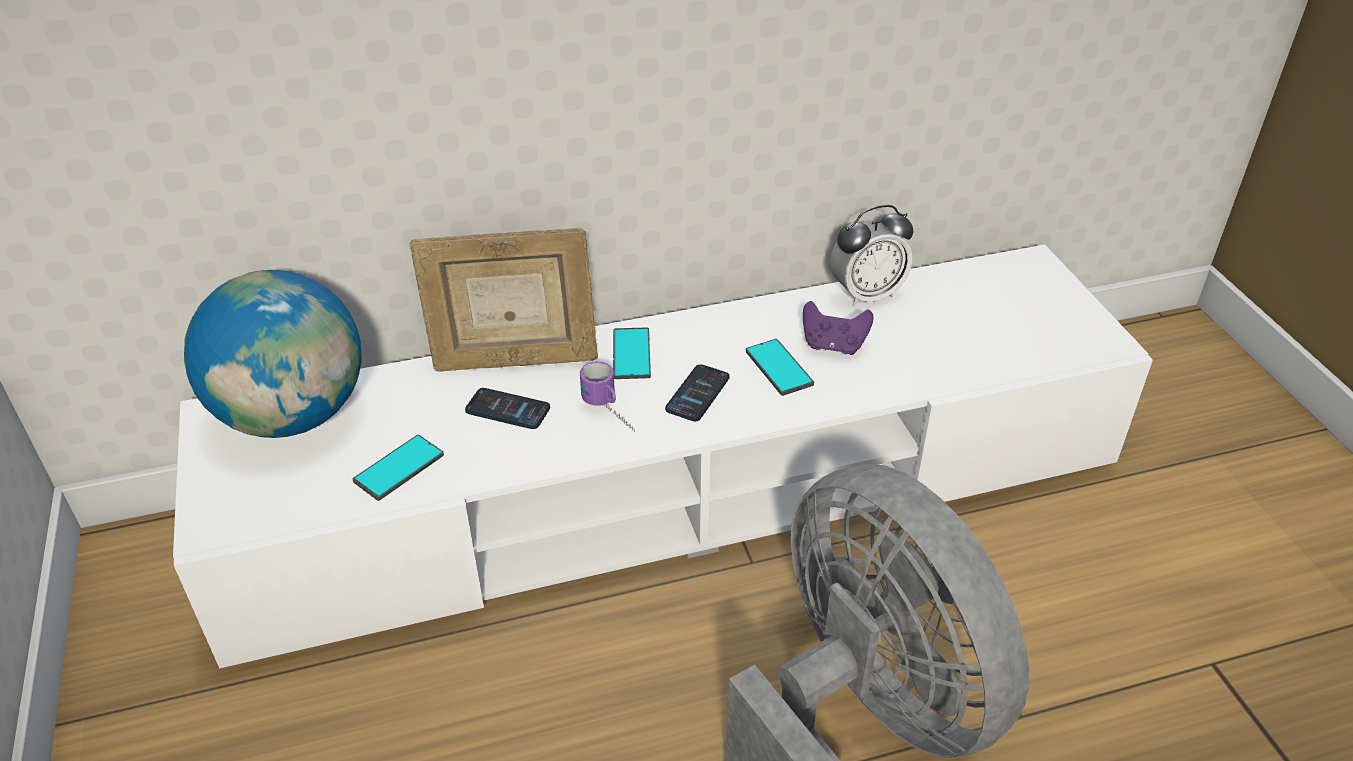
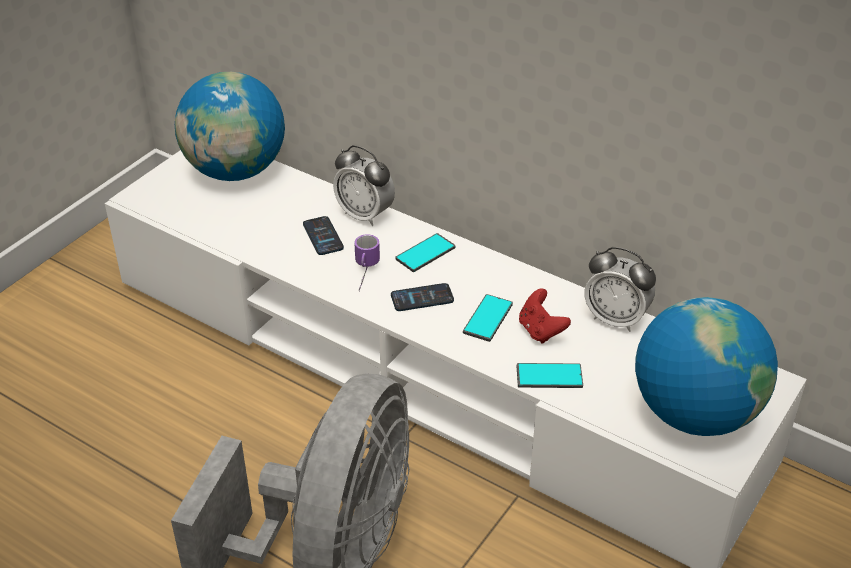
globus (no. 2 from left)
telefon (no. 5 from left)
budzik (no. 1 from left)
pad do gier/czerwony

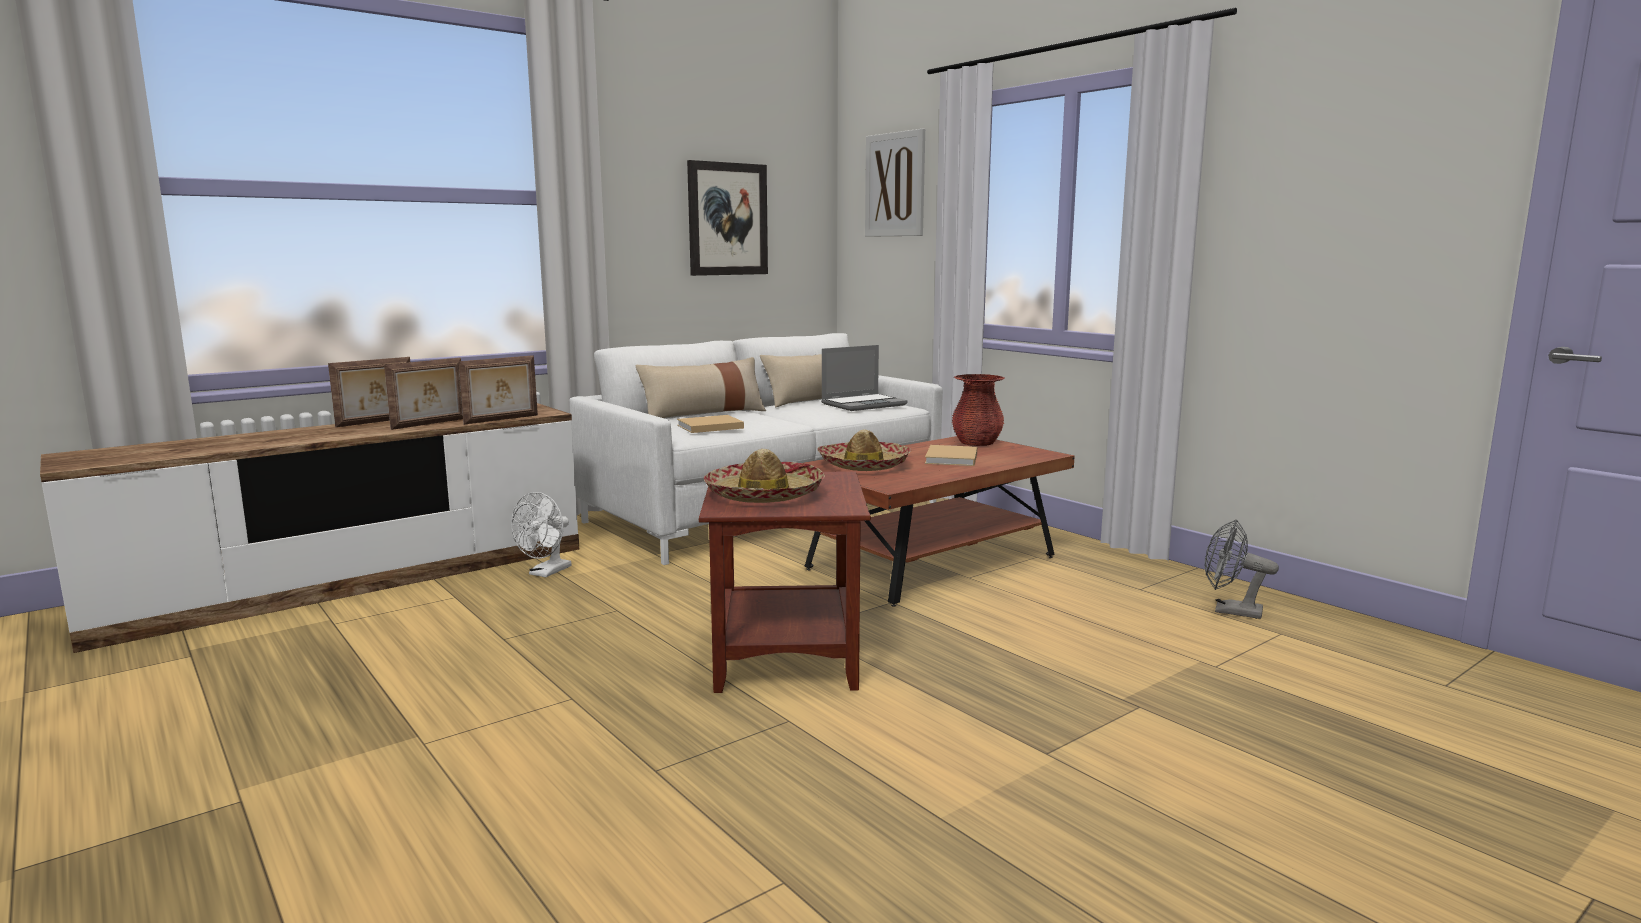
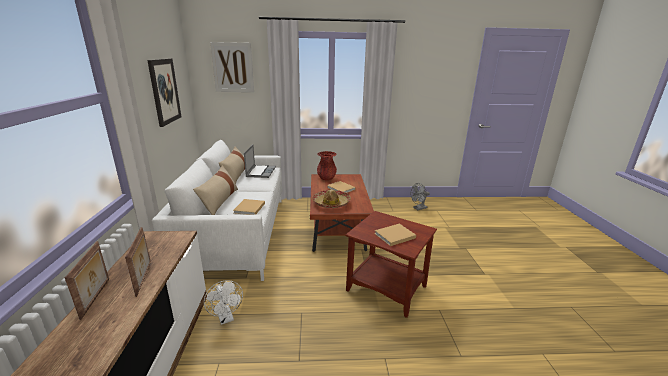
ramka na zdjęcie (no. 3 from left in the first image)
książka/beżowy (no. 3 from left)

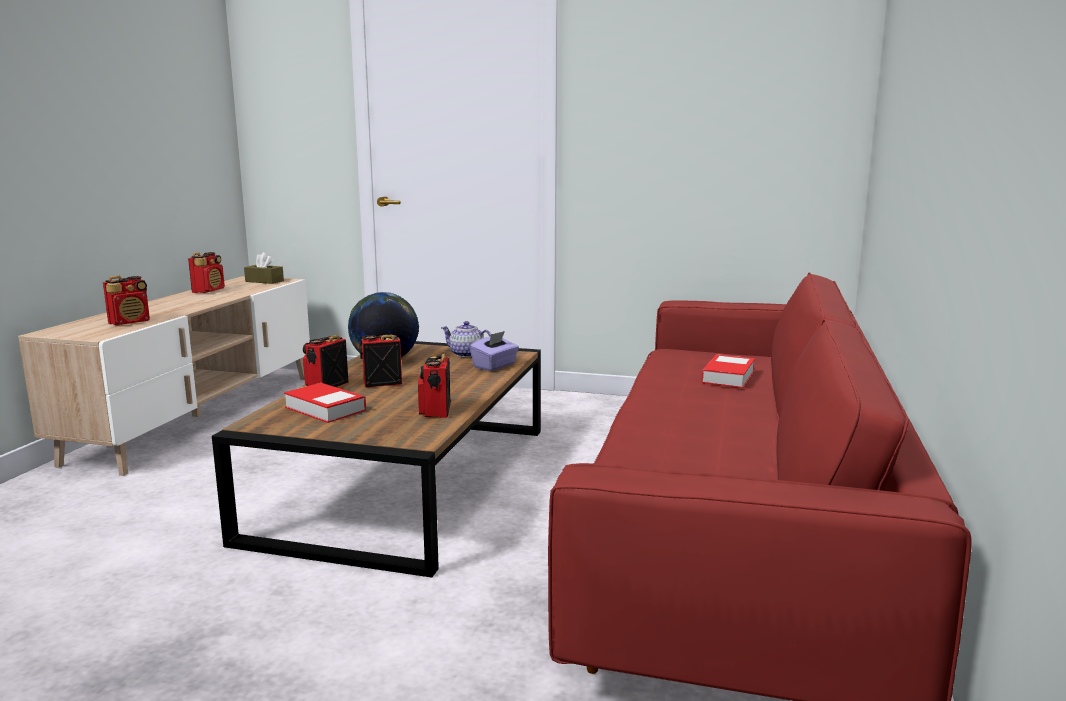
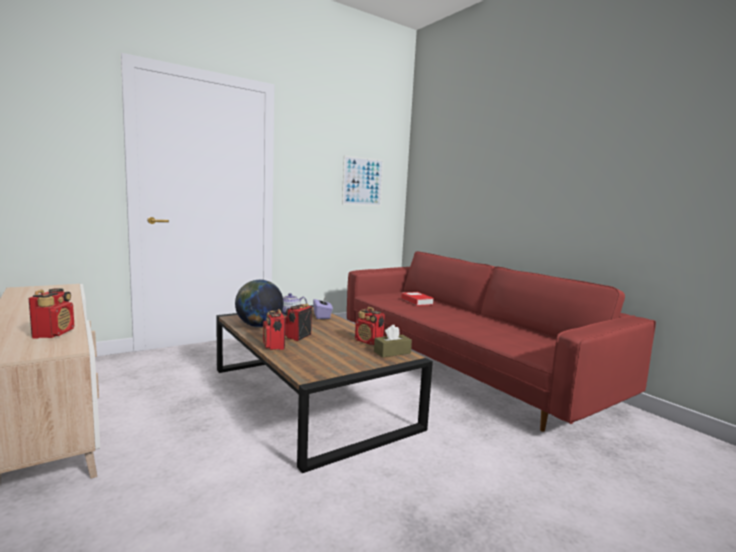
radio (no. 2 from left in the first image)
książka (no. 1 from left in the first image)
obraz
pudełko chusteczek/brązowy

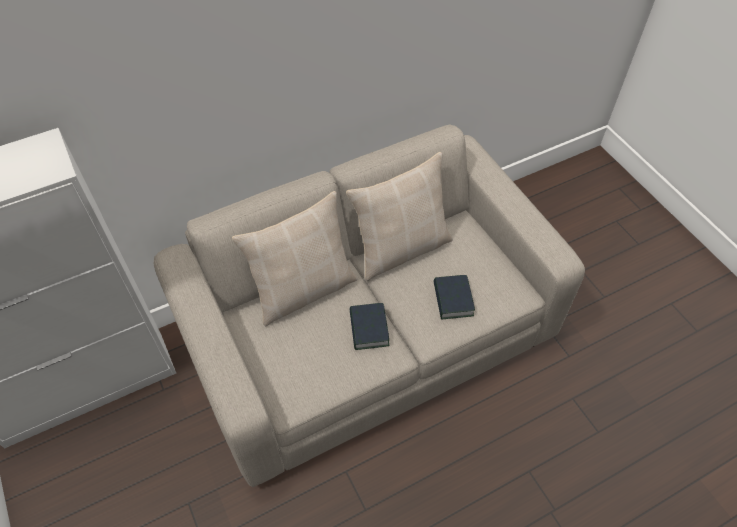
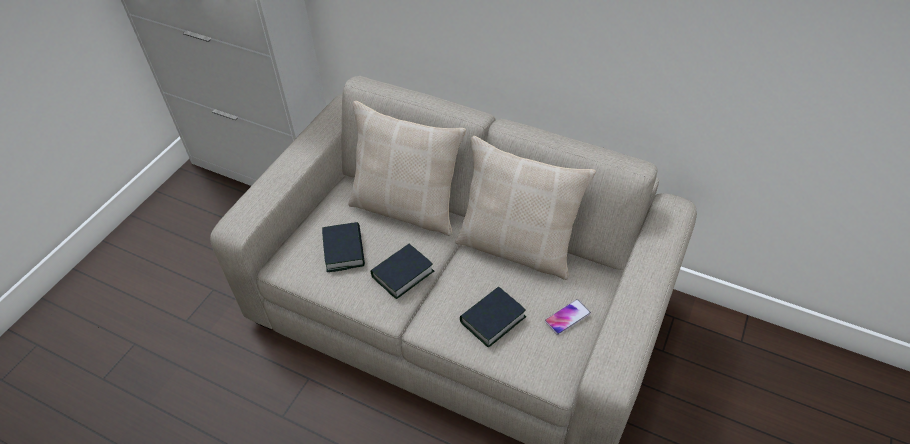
książka (no. 1 from left)
telefon

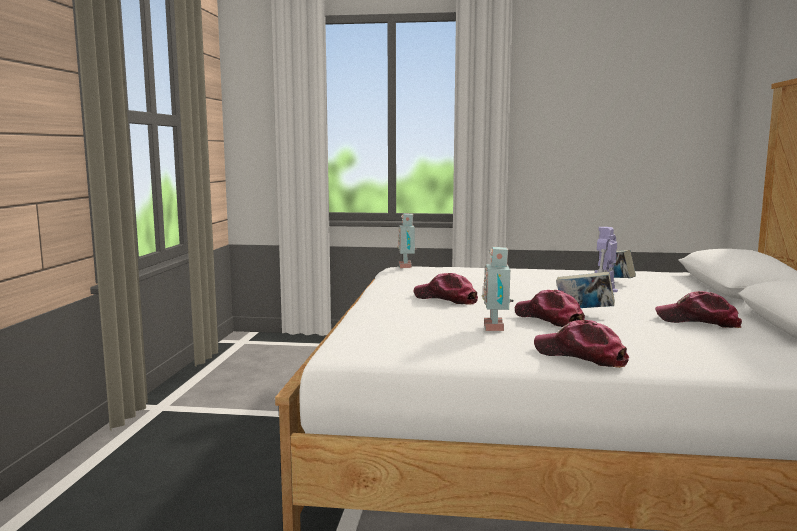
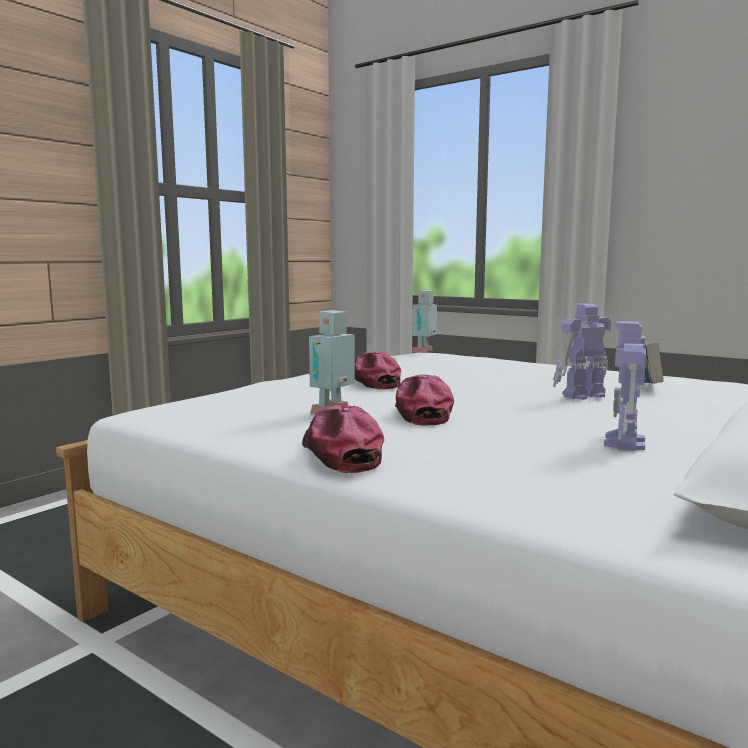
książka (no. 1 from left in the first image)
robot zabawkowy (no. 4 from left)

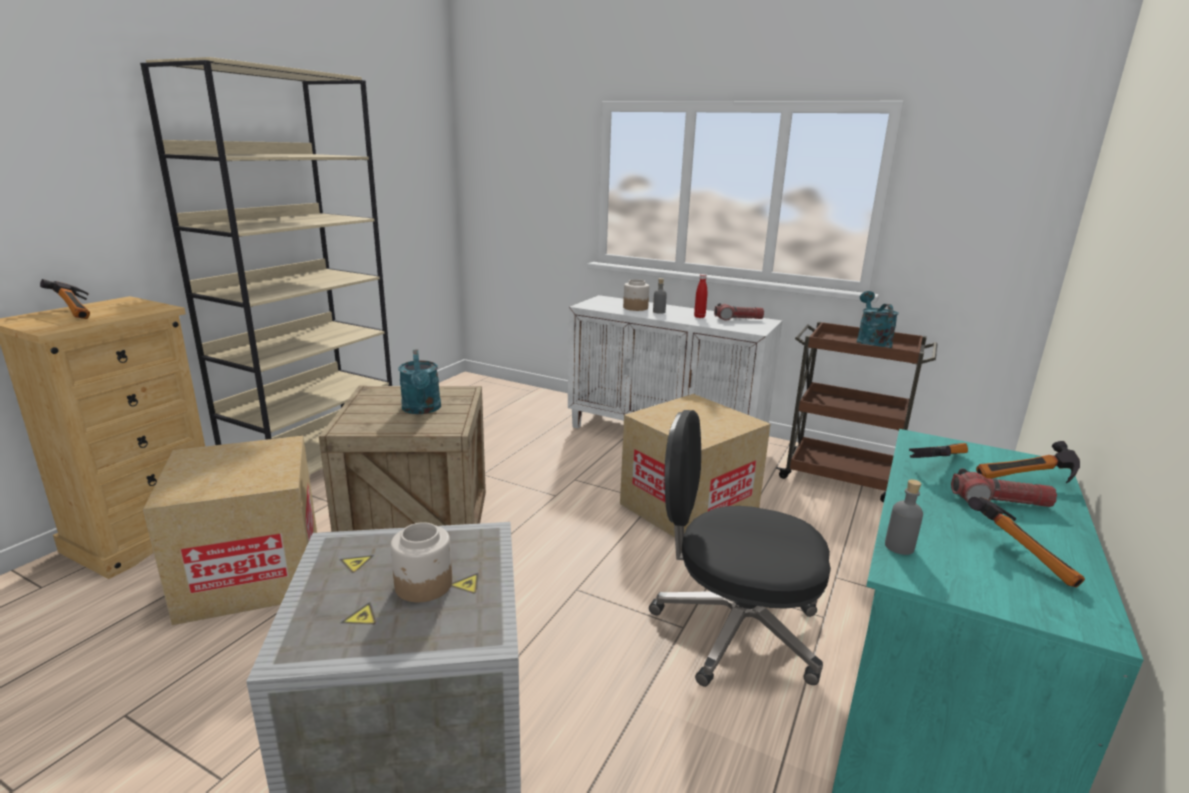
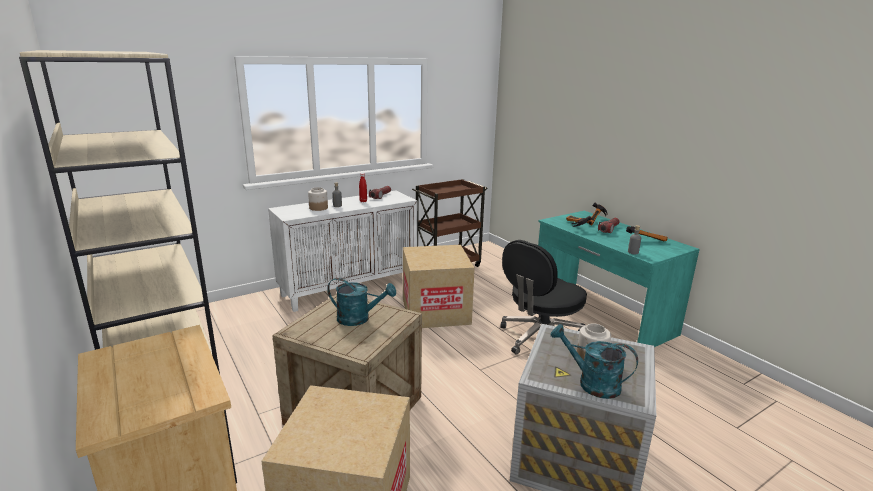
młotek (no. 1 from left in the first image)
konewka/turkusowy (no. 2 from left)

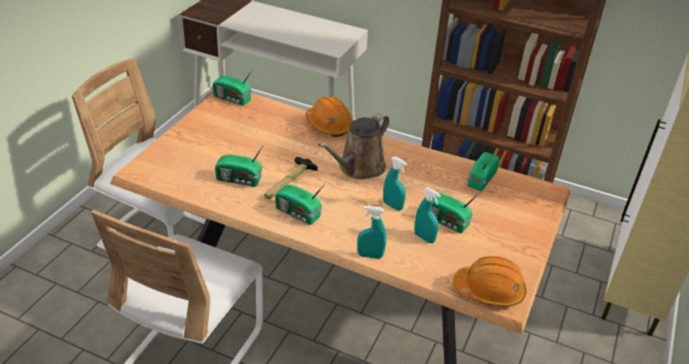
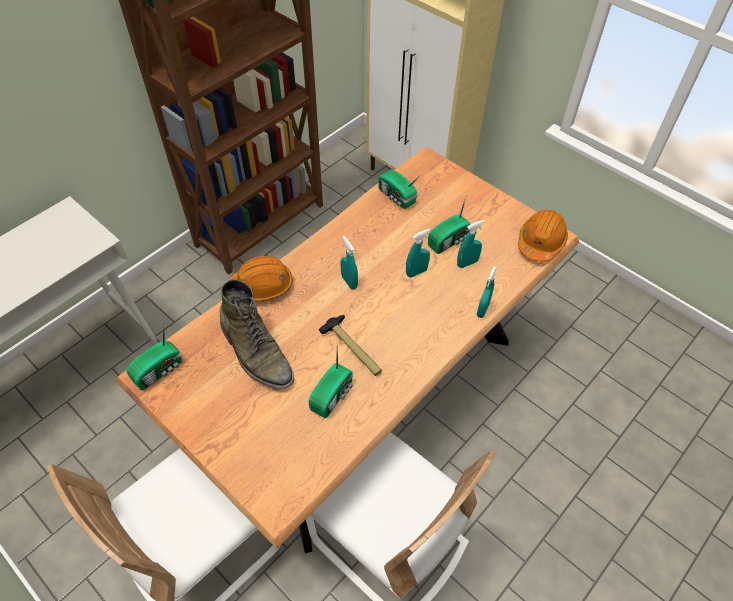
radio (no. 3 from left in the first image)
but z cholewką/zielony
spryskiwacz/turkusowy (no. 1 from left)

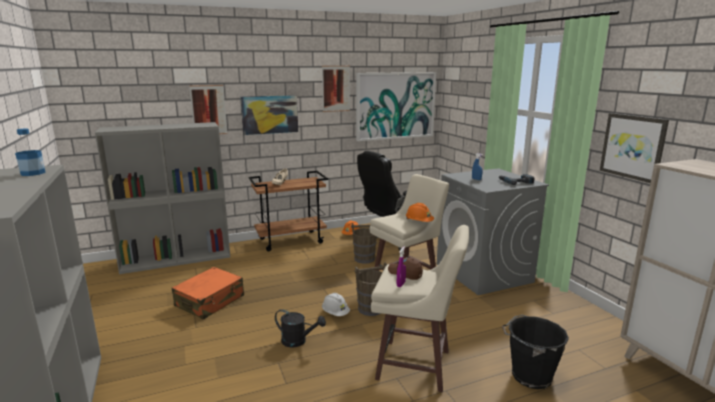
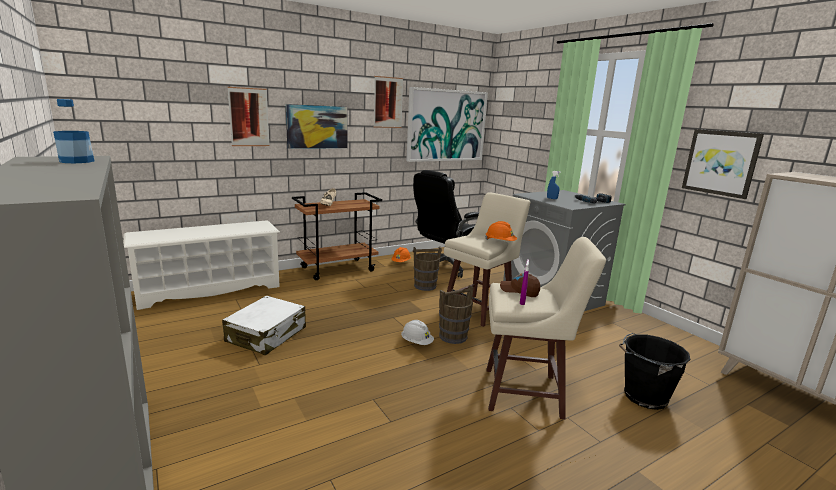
konewka/czarny
regał na buty/biały
walizka/biały

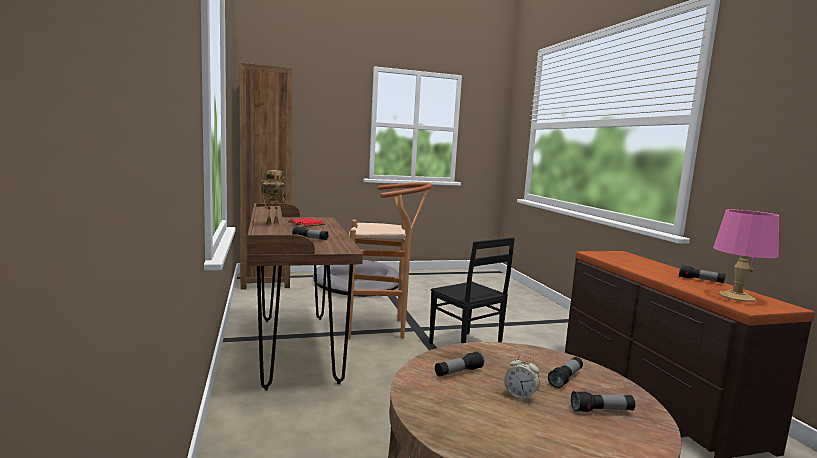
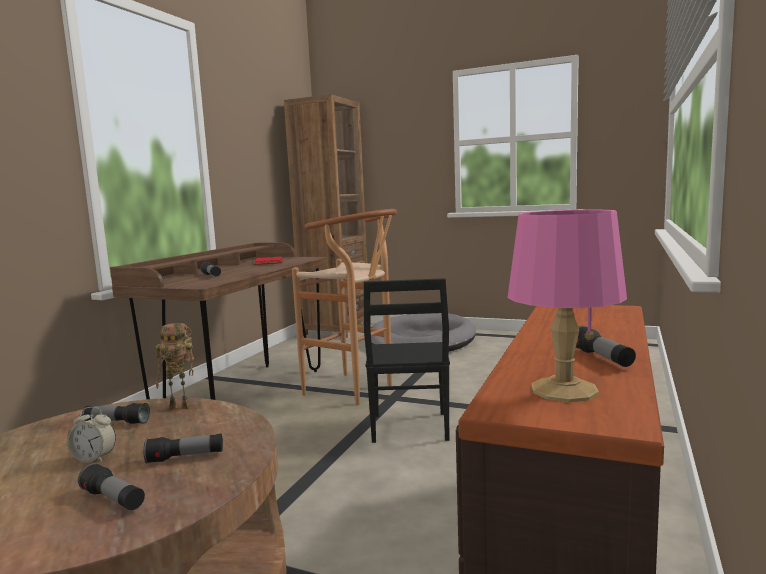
robot zabawkowy
budzik

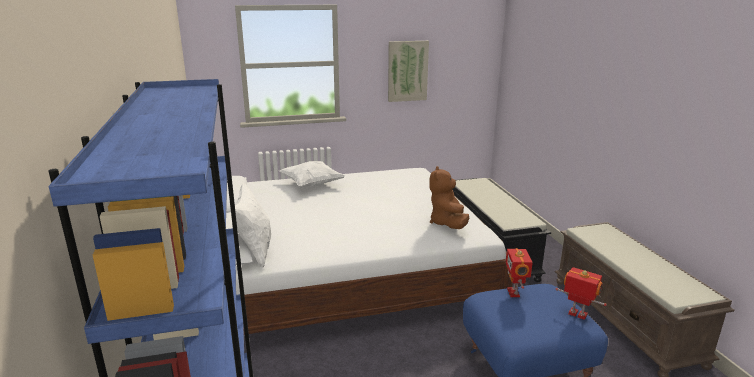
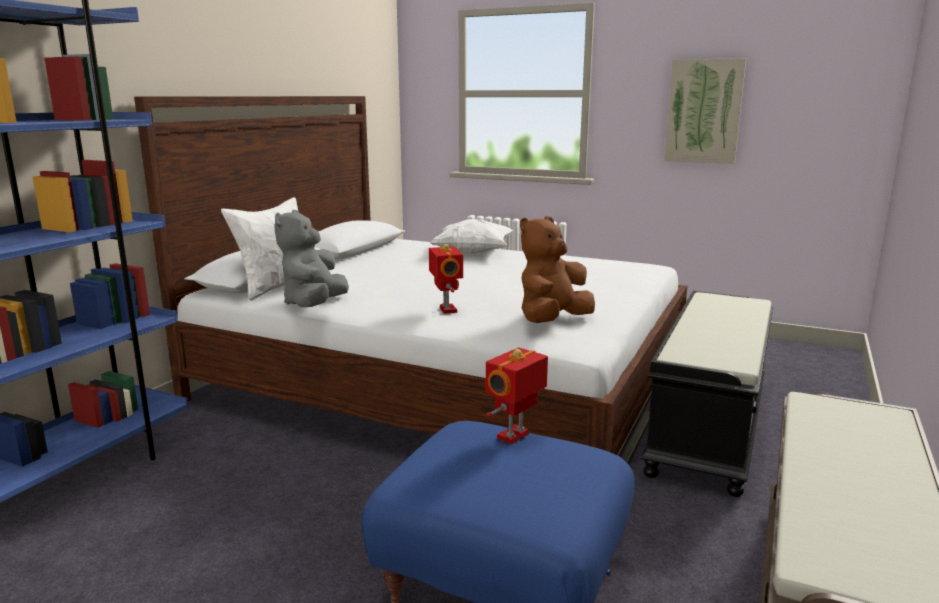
pluszak/szary
robot zabawkowy (no. 1 from left)

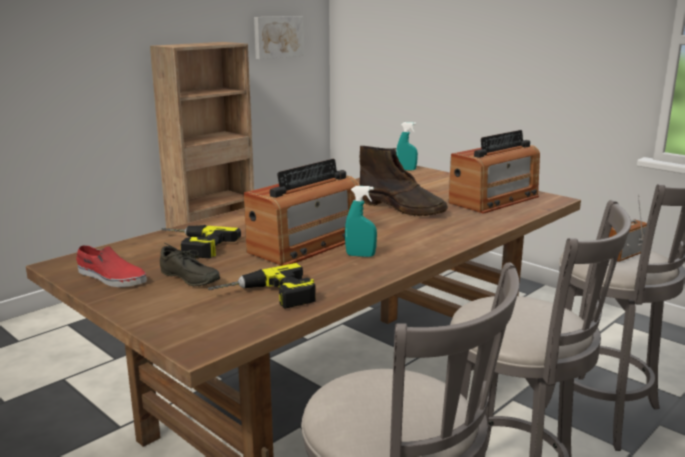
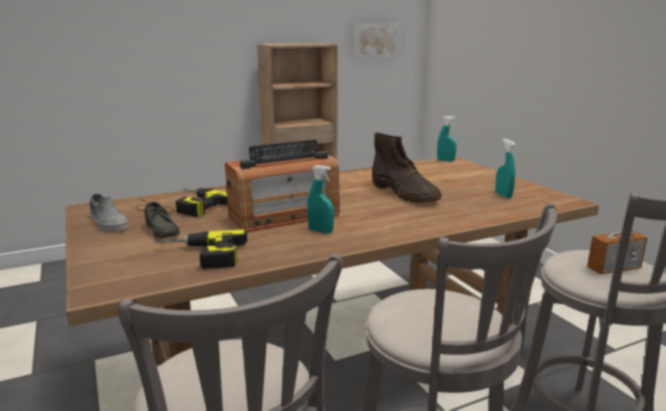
spryskiwacz/turkusowy (no. 3 from left)
but/szary (no. 1 from left)

